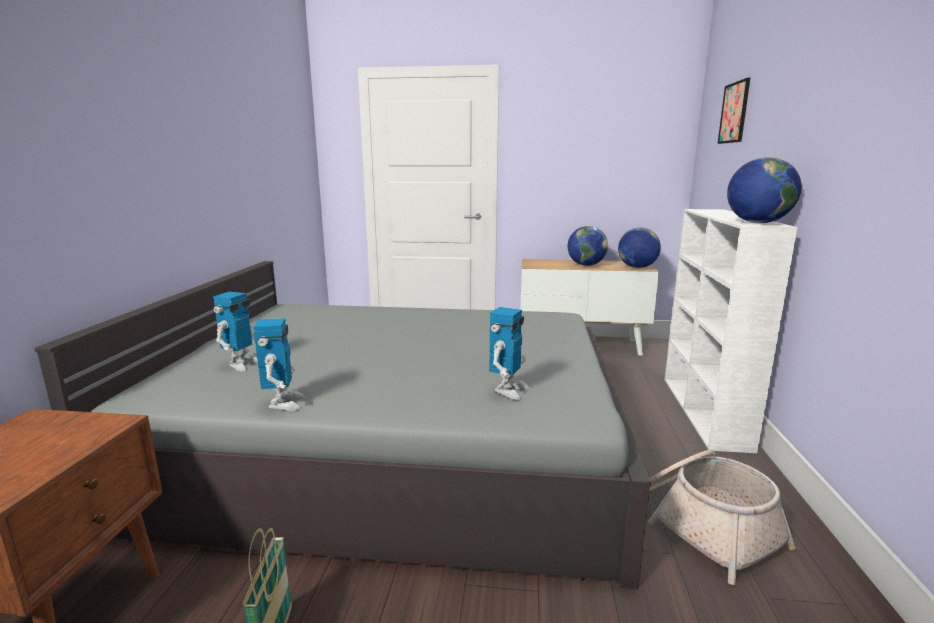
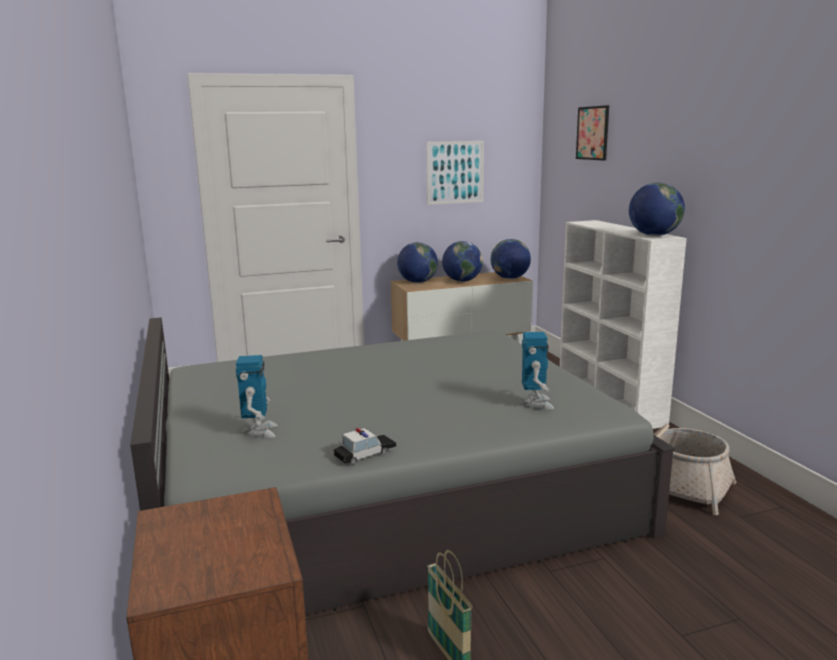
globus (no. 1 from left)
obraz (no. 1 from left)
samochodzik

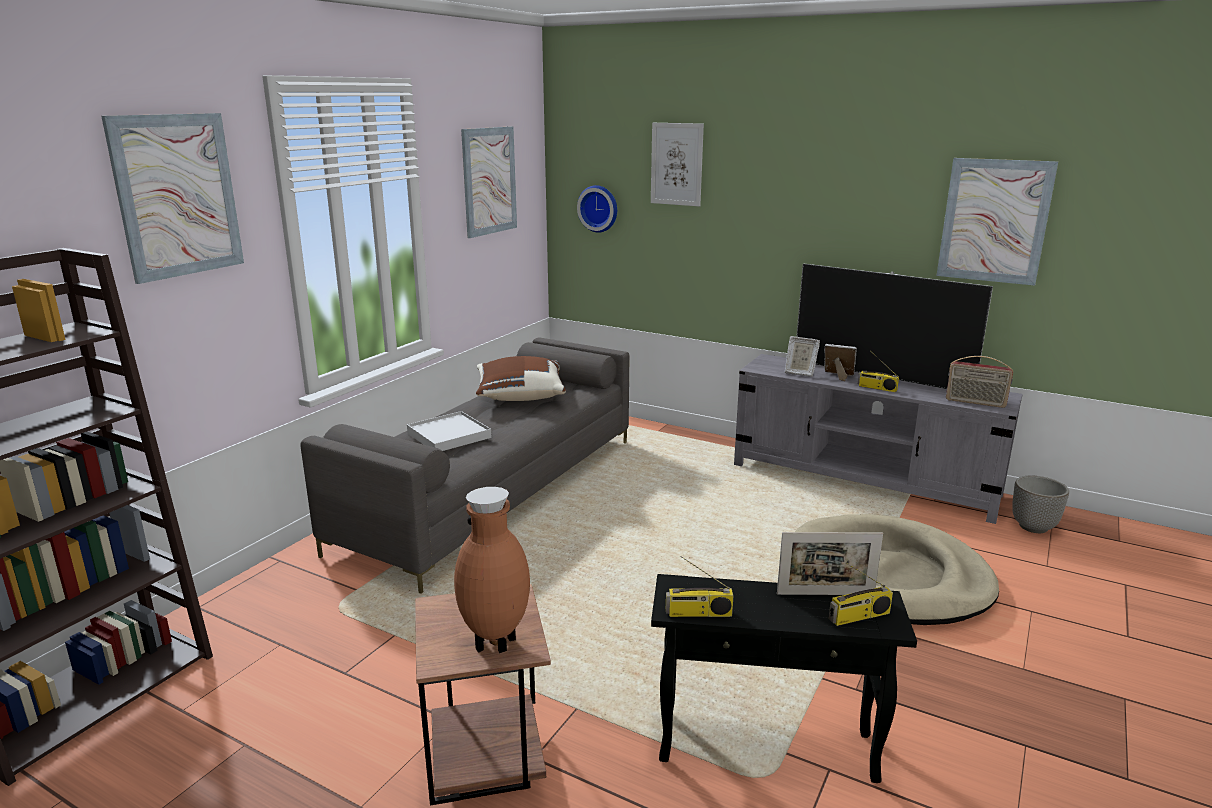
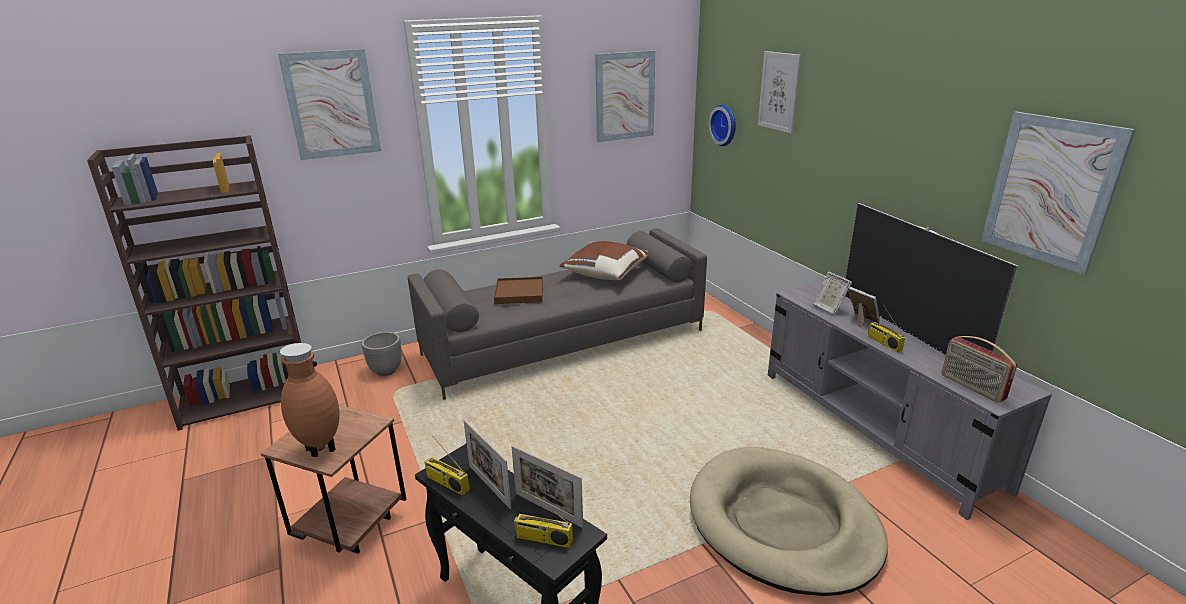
ramka na zdjęcie (no. 1 from left)
donica
taca/brązowy

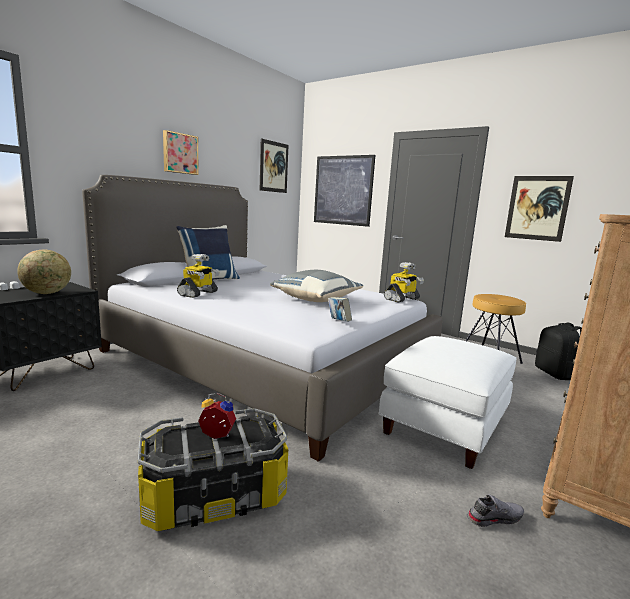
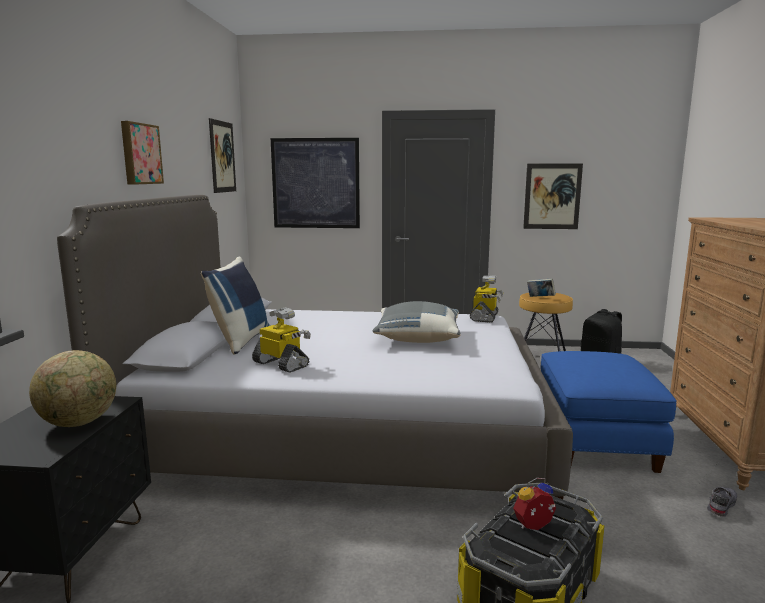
książka
pufa/niebieski
robot zabawkowy (no. 1 from left)

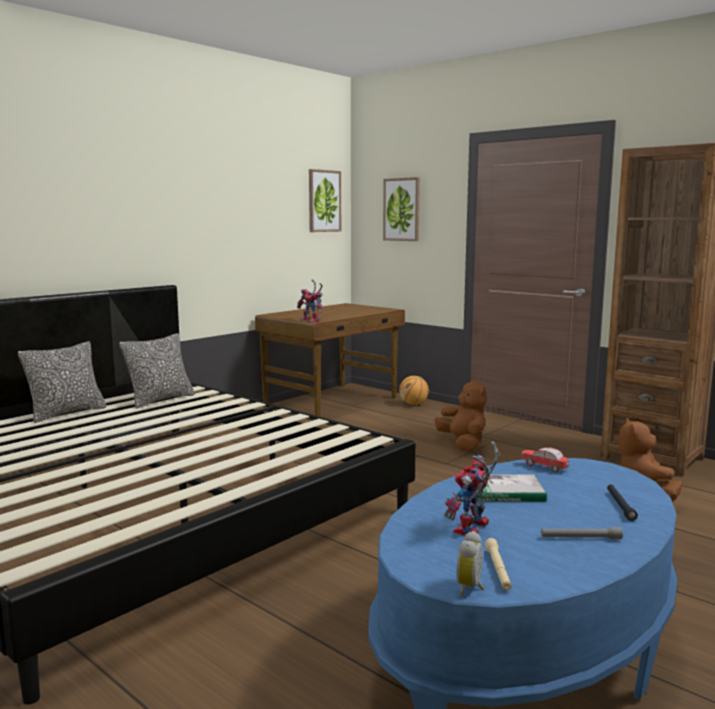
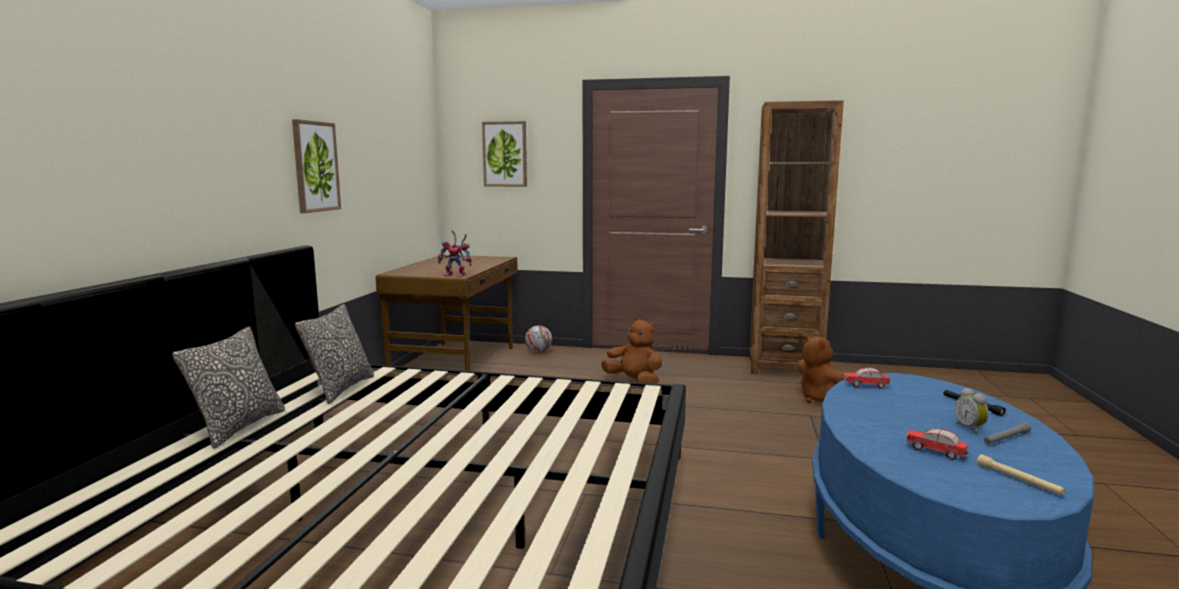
książka
obraz (no. 1 from left)
budzik
piłka futbolowa
samochodzik (no. 2 from left)

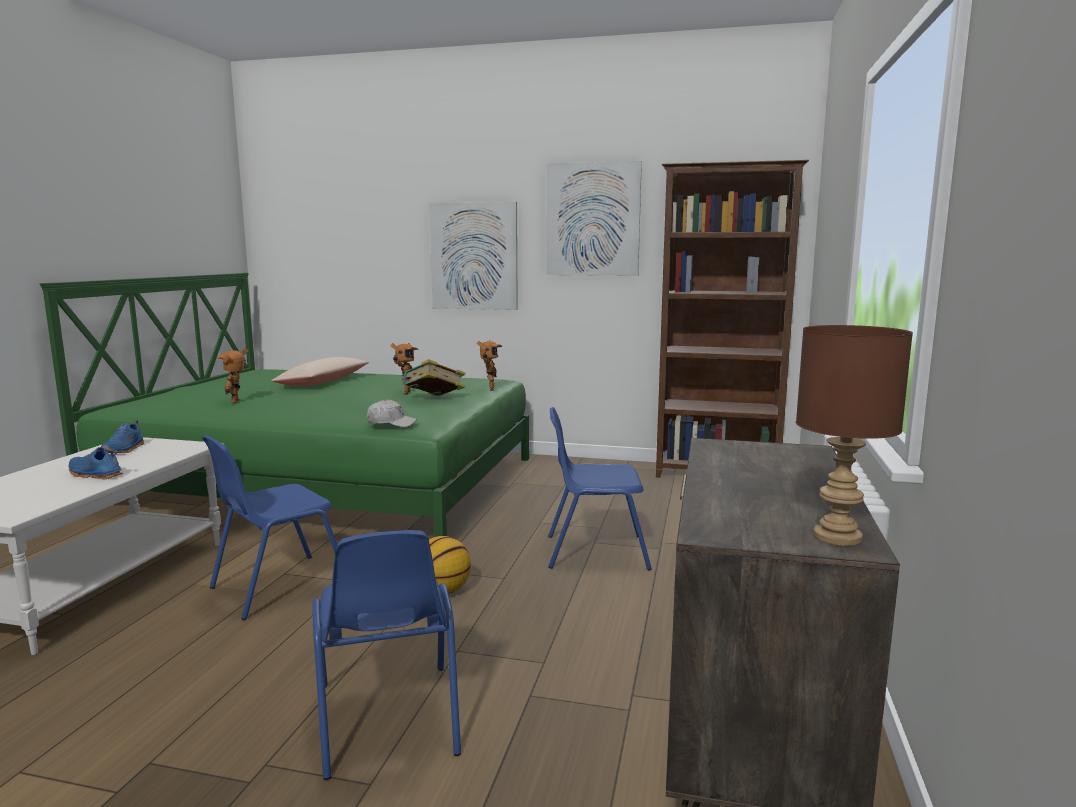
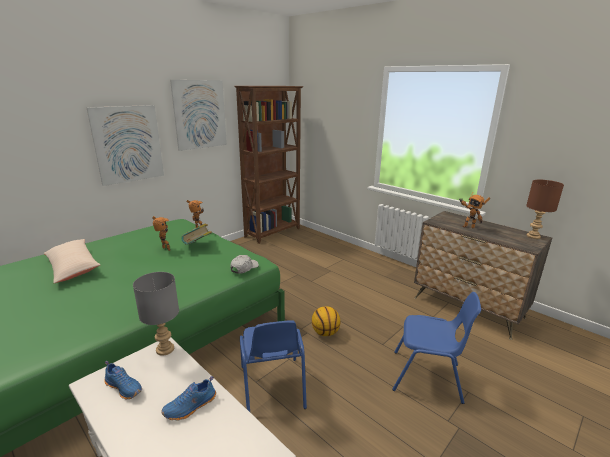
krzesło/niebieski (no. 3 from left in the first image)
lampa stołowa/szary
robot zabawkowy (no. 3 from left)

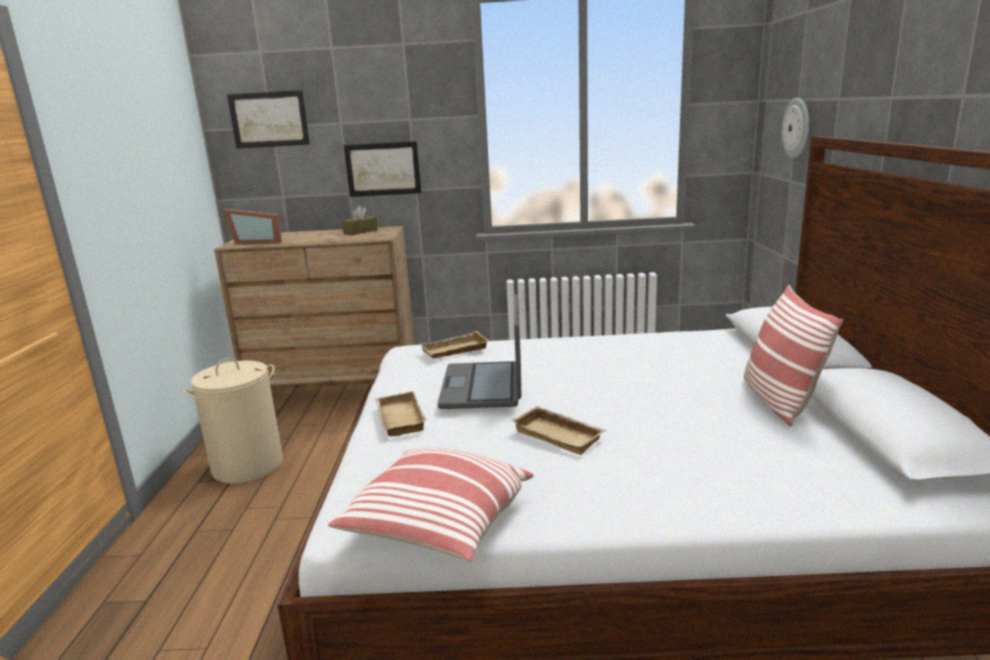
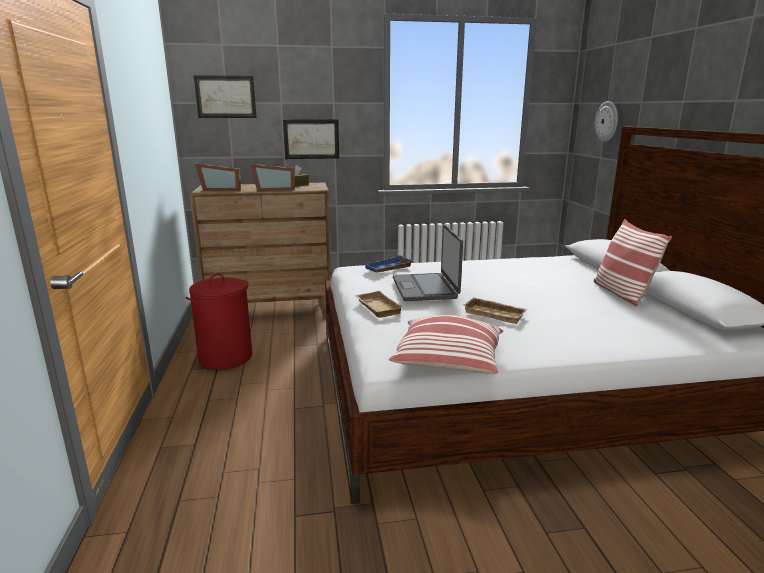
ramka na zdjęcie (no. 2 from left)
kosz na pranie/czerwony
taca/niebieski

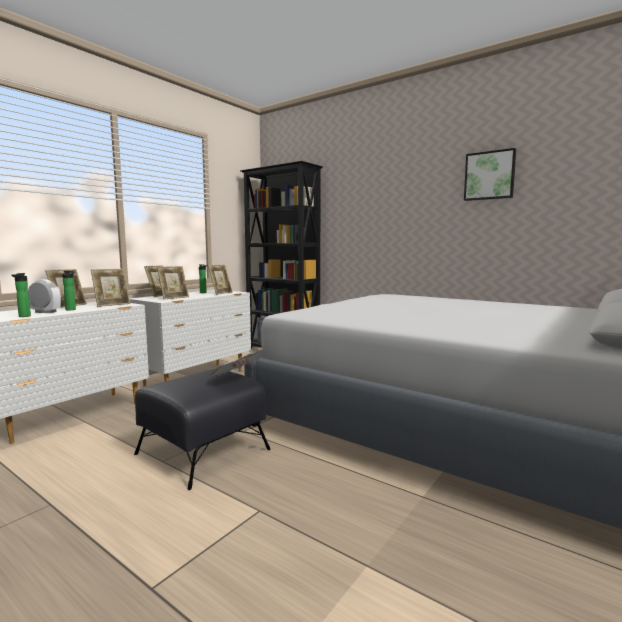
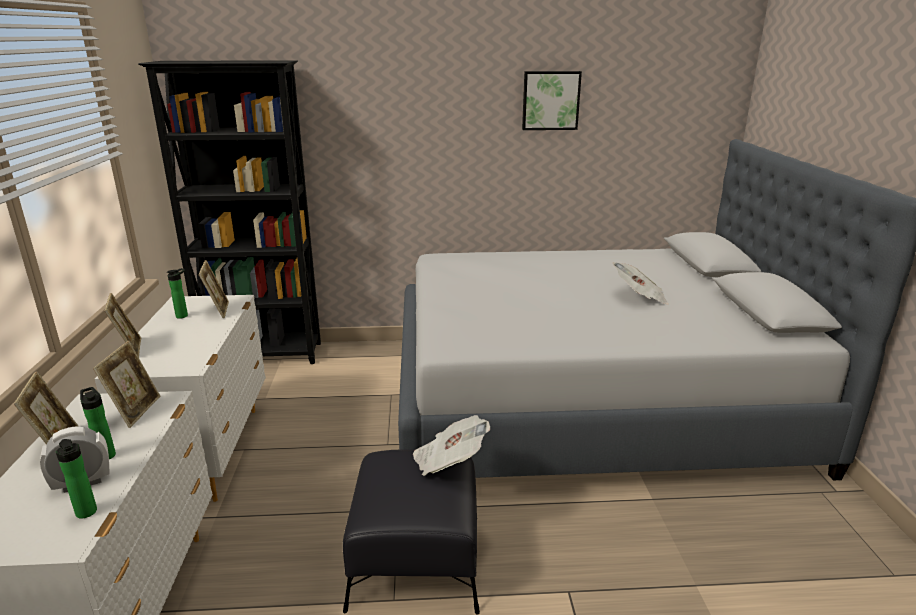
ramka na zdjęcie (no. 4 from left in the first image)
gazeta (no. 2 from left)

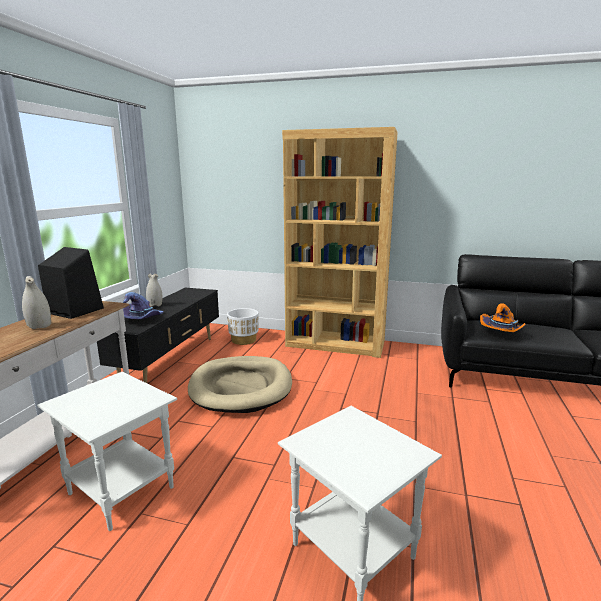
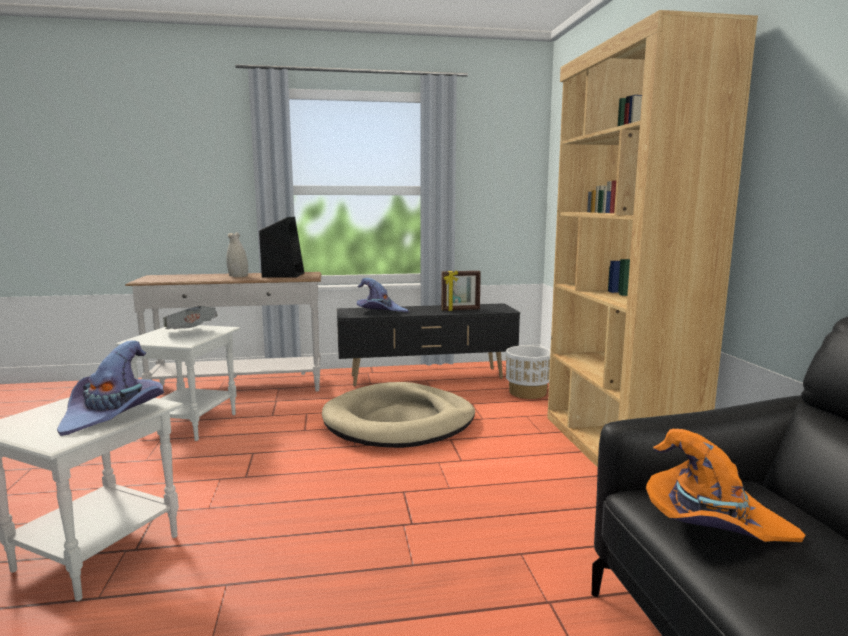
wazon/biały (no. 2 from left in the first image)
kapelusz/fioletowy (no. 1 from left)
gazeta
ramka na zdjęcie

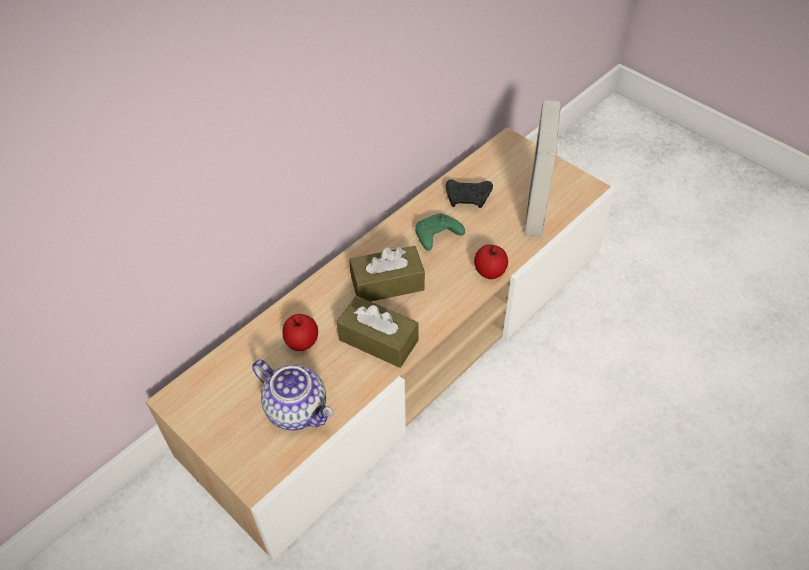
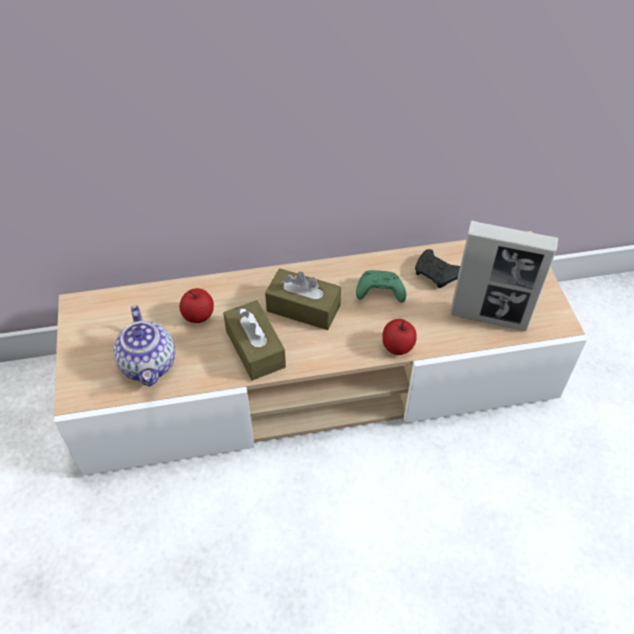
ramka na zdjęcie

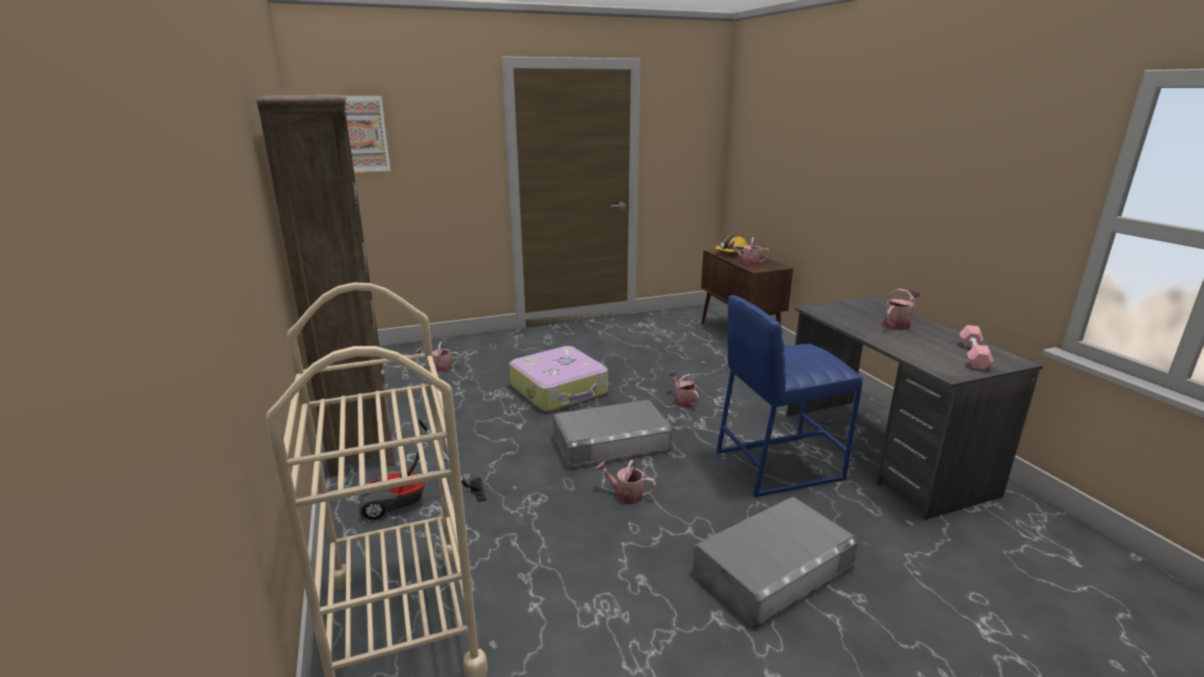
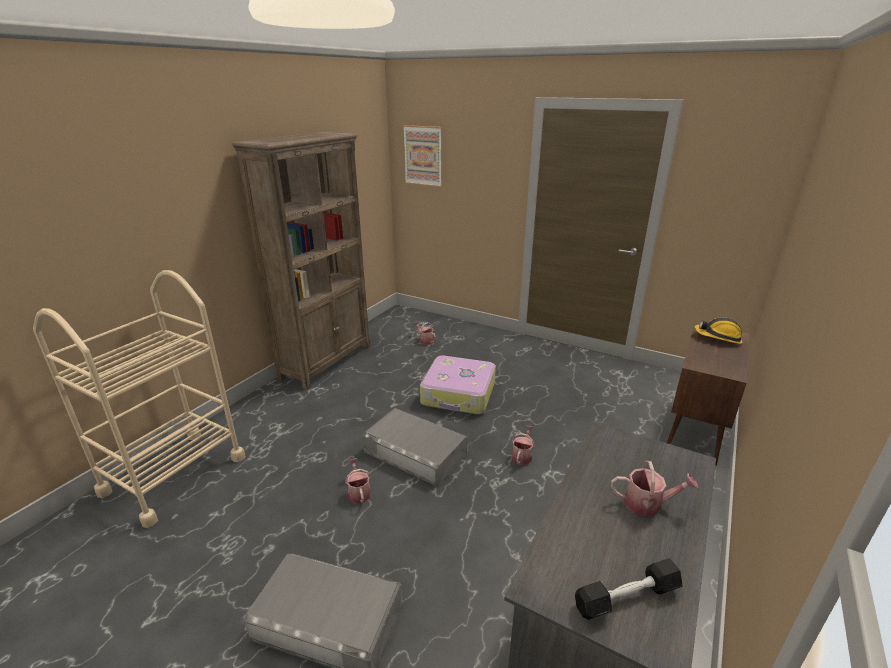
odkurzacz
stołek/niebieski
konewka (no. 4 from left in the first image)
hantel/czarny

